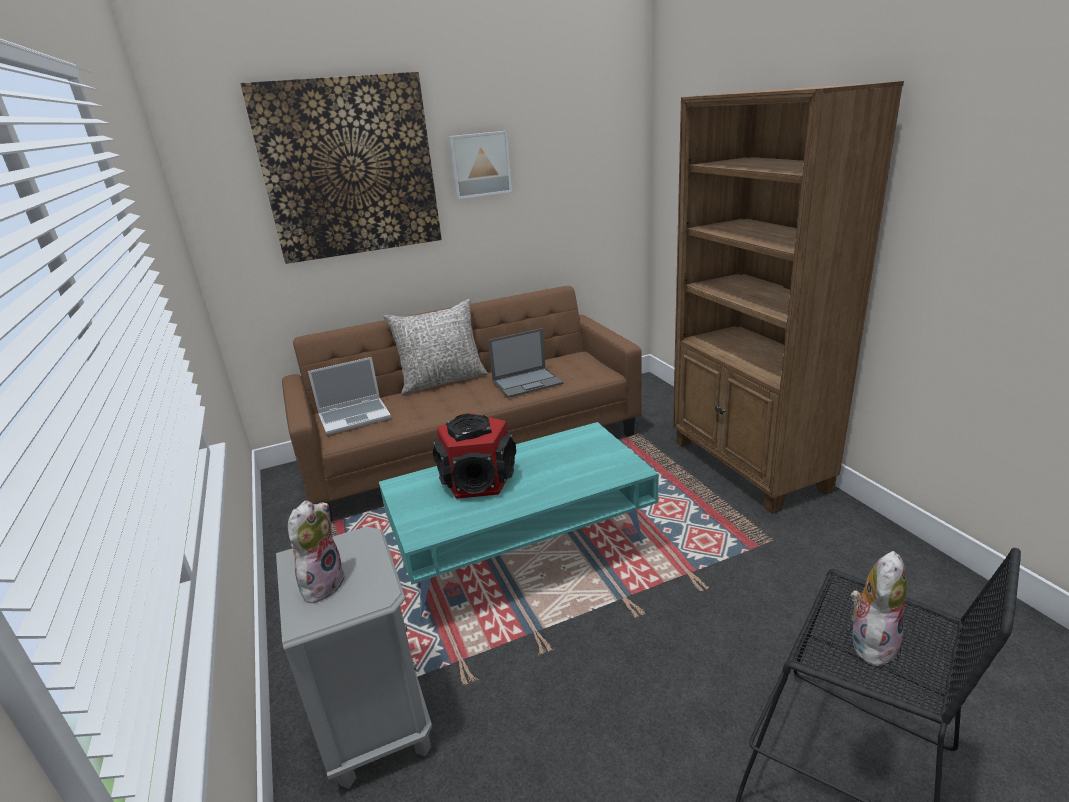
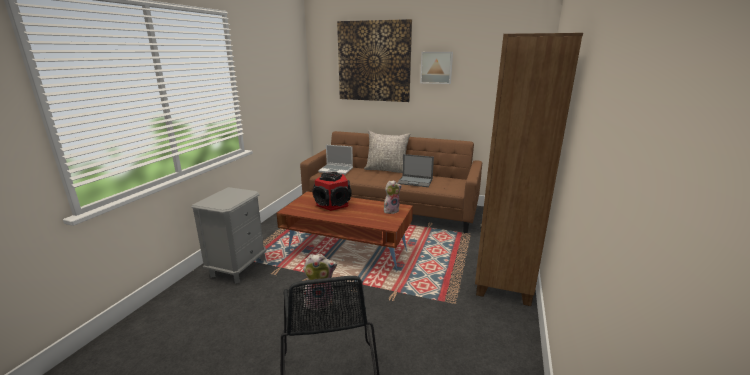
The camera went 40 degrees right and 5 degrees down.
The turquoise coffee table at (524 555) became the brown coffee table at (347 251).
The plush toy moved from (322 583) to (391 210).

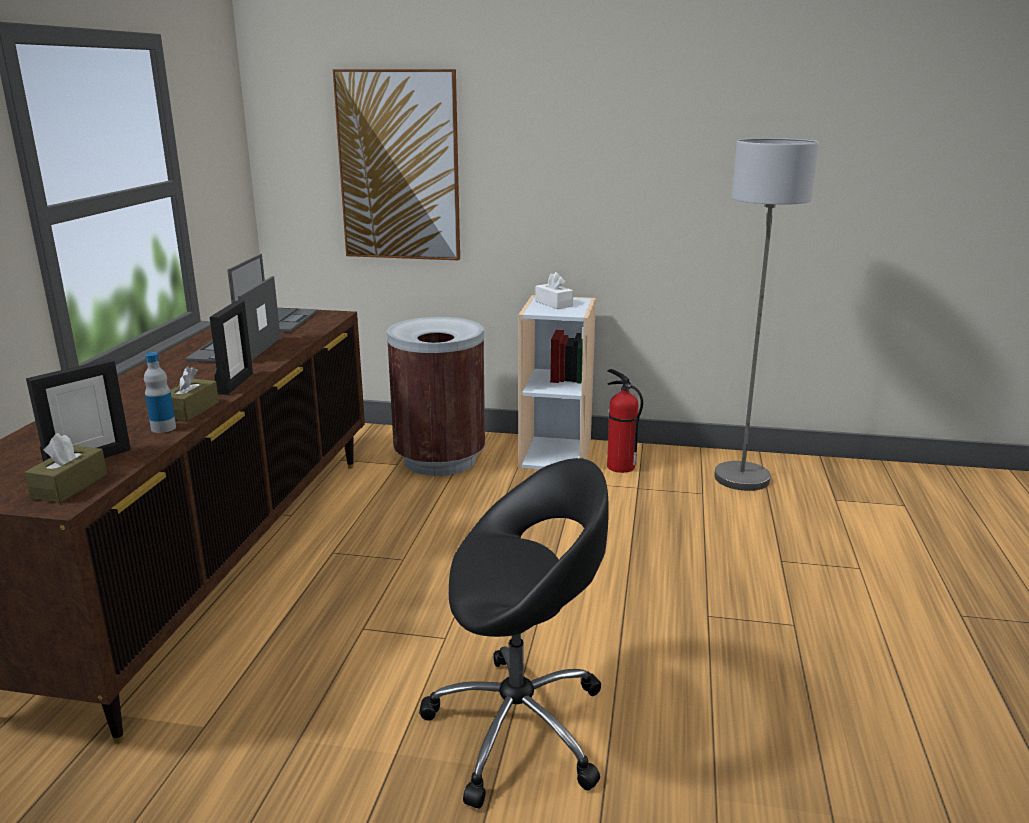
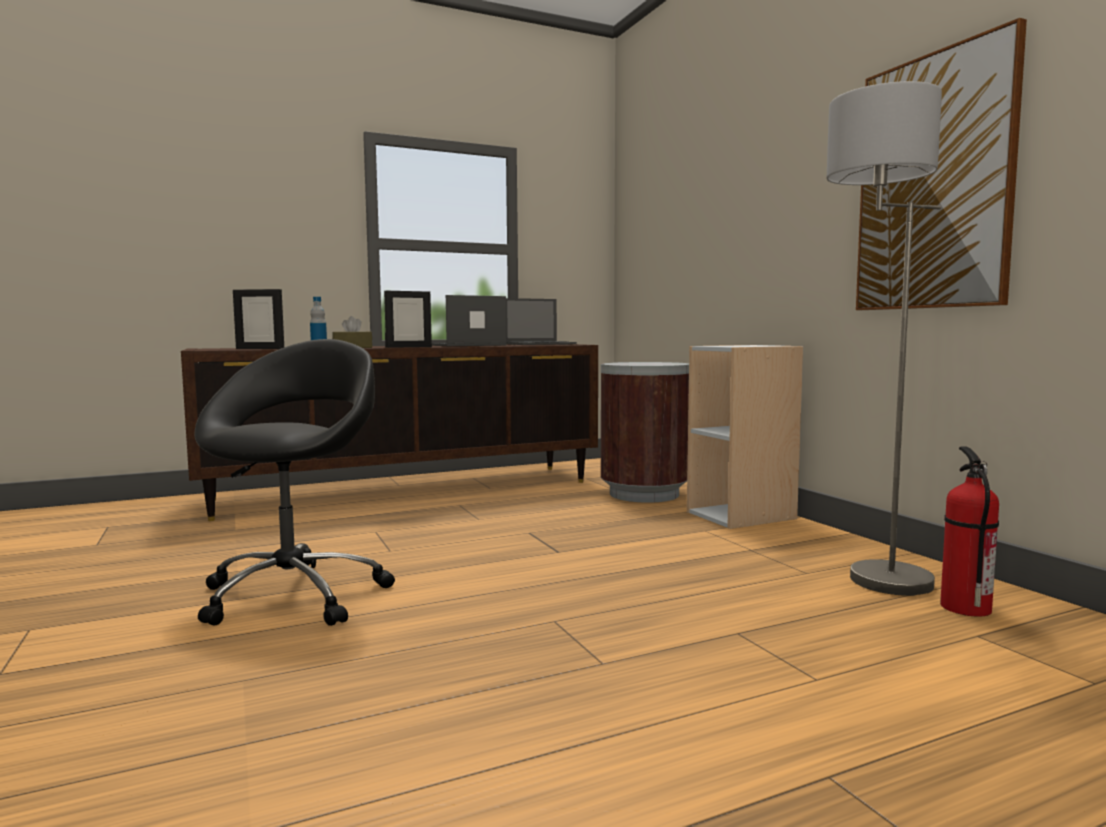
The camera went 55 degrees right and 15 degrees down.
The black office chair at (522 726) turned 120 degrees counterclockwise.
The picture moved from (399 166) to (934 183).
The fire extinguisher moved from (619 466) to (964 607).
The brown tissue box at (70 486) disappeared.
The white tissue box at (553 303) disappeared.

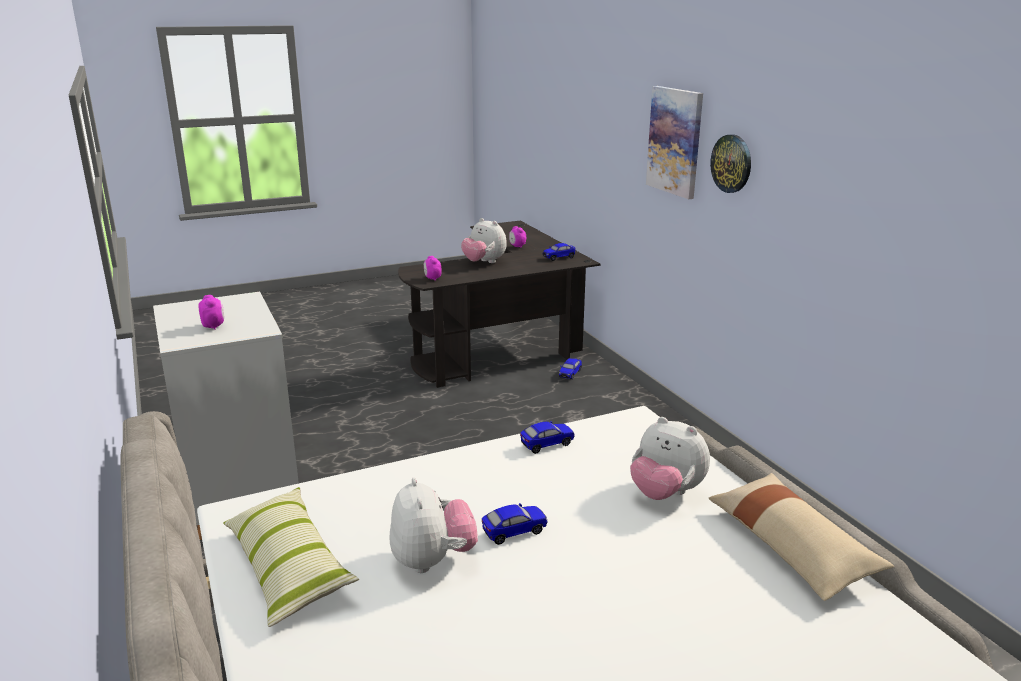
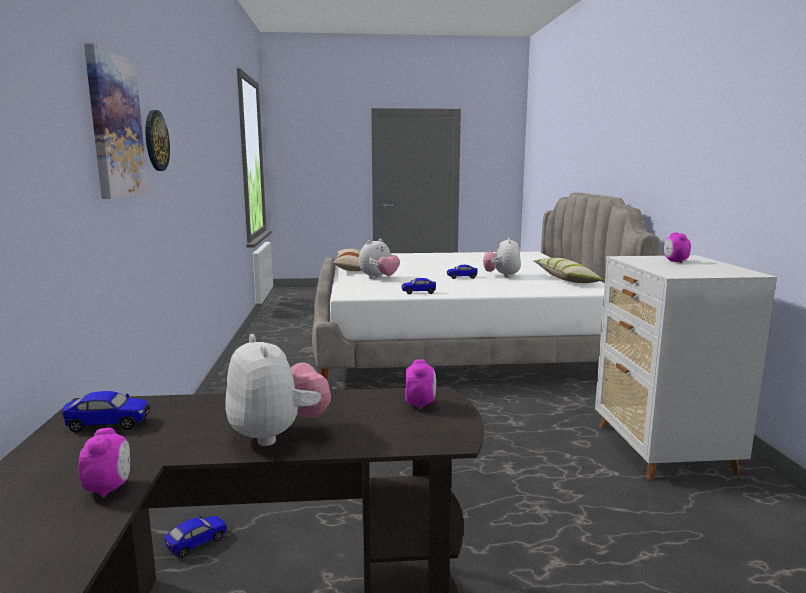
The camera went 160 degrees left and 10 degrees down.
The plush toy at (665 493) turned 75 degrees clockwise.

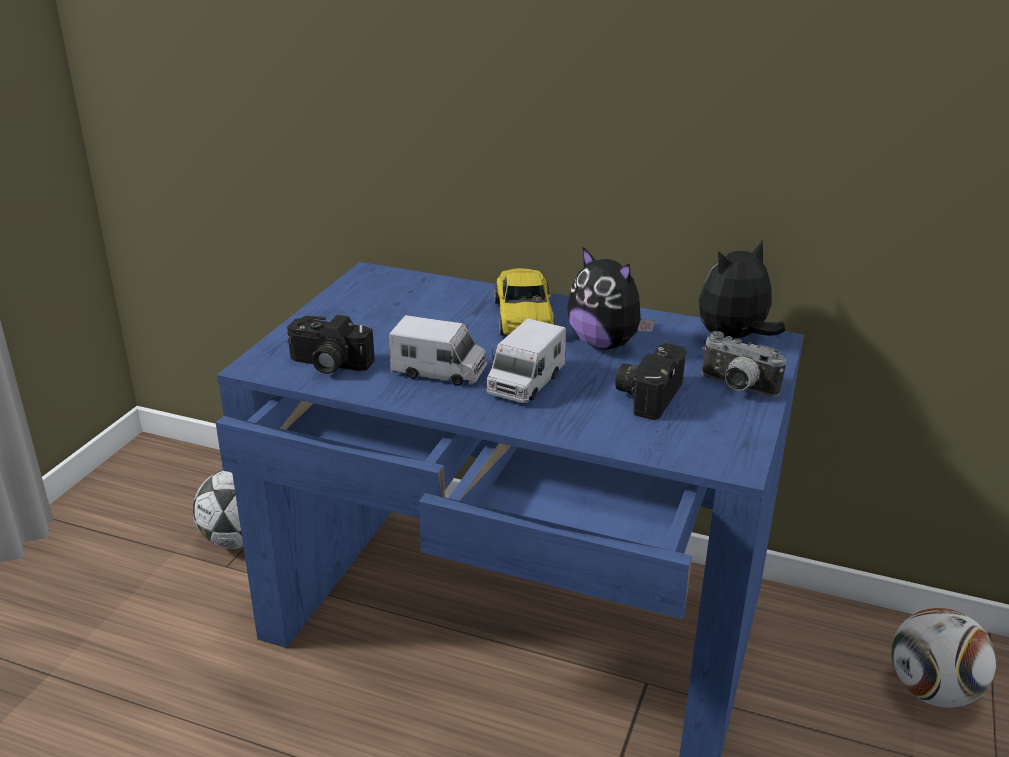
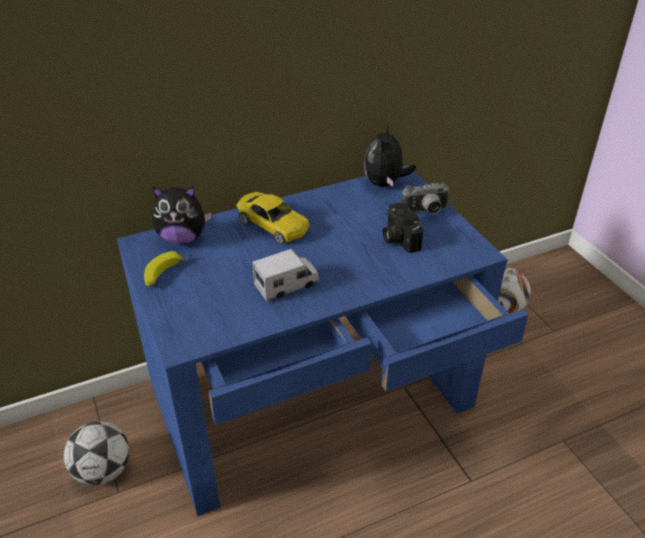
The camera went 45 degrees left and 10 degrees up.
The banana at (162 275) appeared.
The plush toy moved from (605 344) to (182 238).
The photo camera at (327 364) disappeared.
The toy truck at (525 382) disappeared.

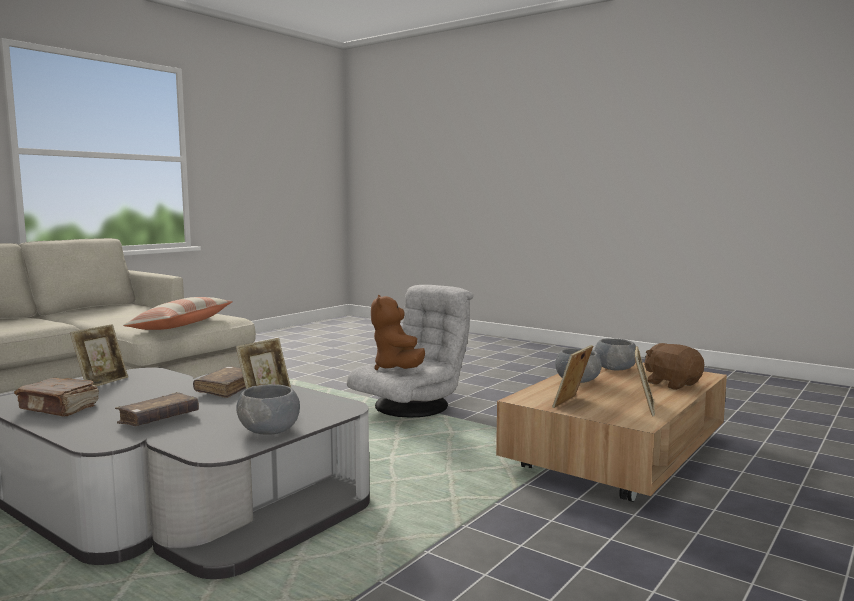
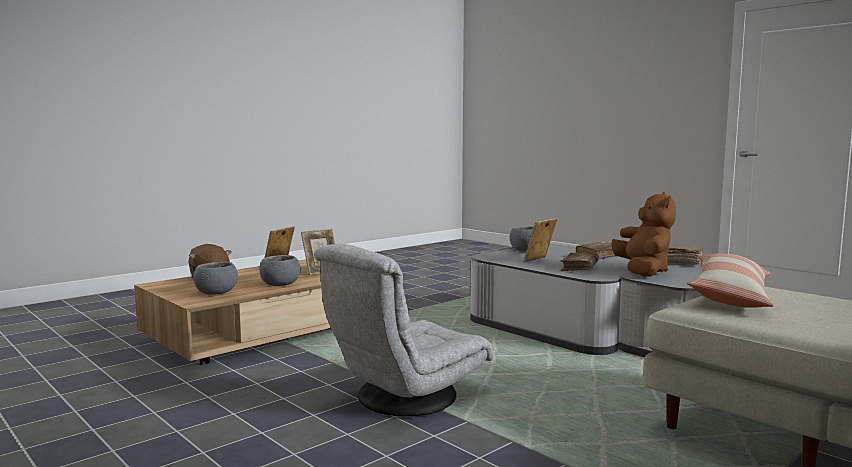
The camera went 170 degrees left and 0 degrees up.
The brown plush toy moved from (397 369) to (643 271).
The picture frame at (102 382) disappeared.

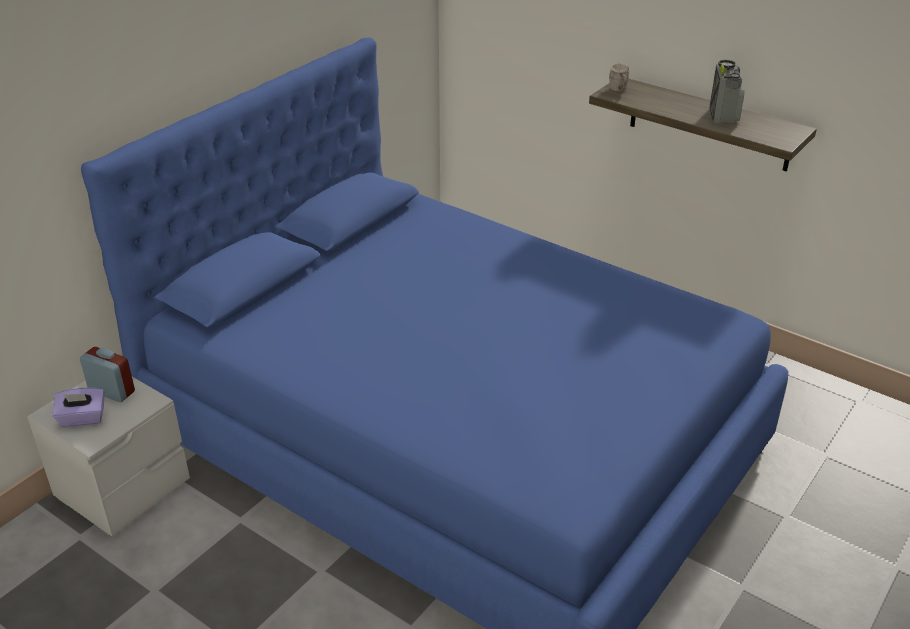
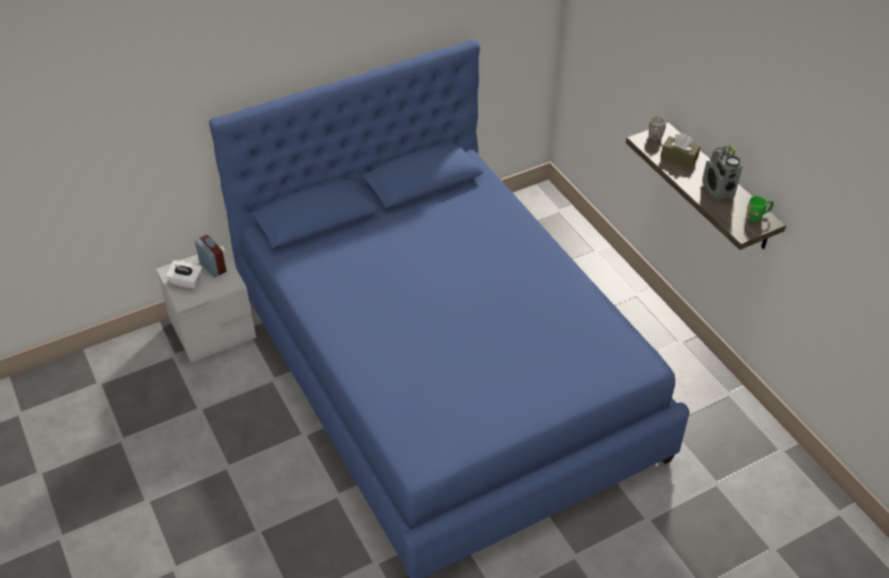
The camera went 25 degrees right and 10 degrees up.
The purple tissue box at (82 419) became the white tissue box at (186 282).
The brown tissue box at (679 157) appeared.
The radio at (723 115) turned 135 degrees clockwise.
The green mug at (757 216) appeared.

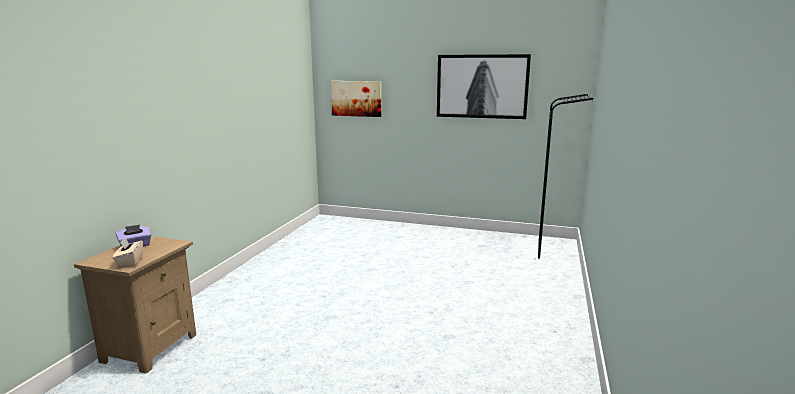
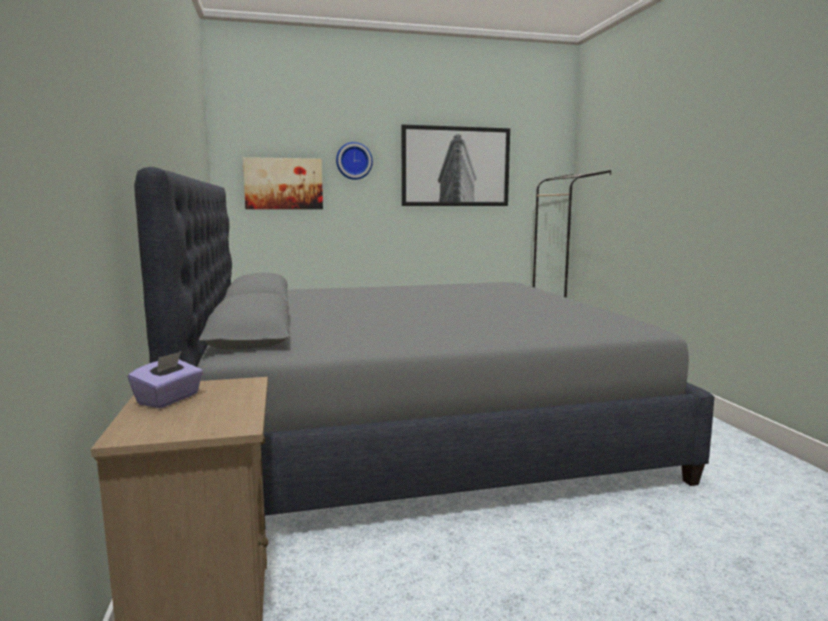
The camera went 30 degrees left and 5 degrees down.
The grey bed at (410 427) appeared.
The wall clock at (354 161) appeared.
The beige tissue box at (130 262) disappeared.

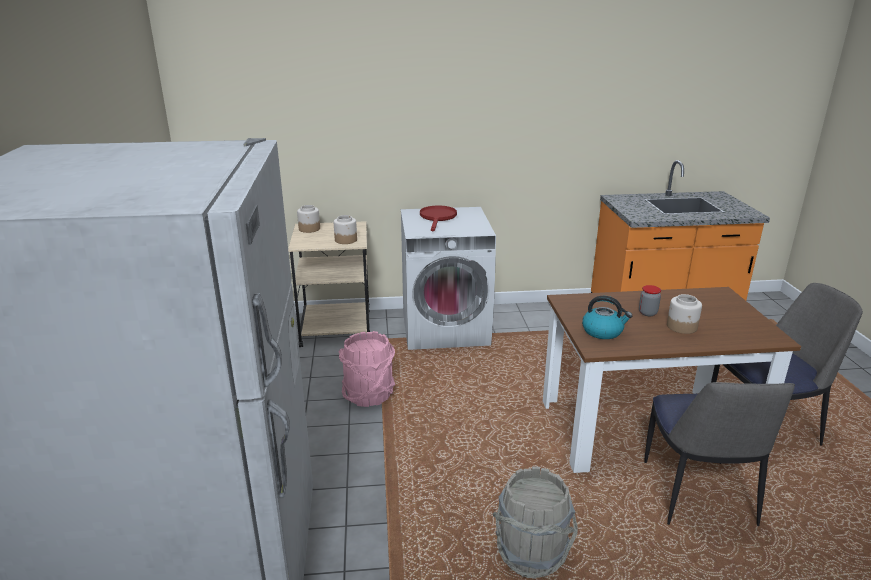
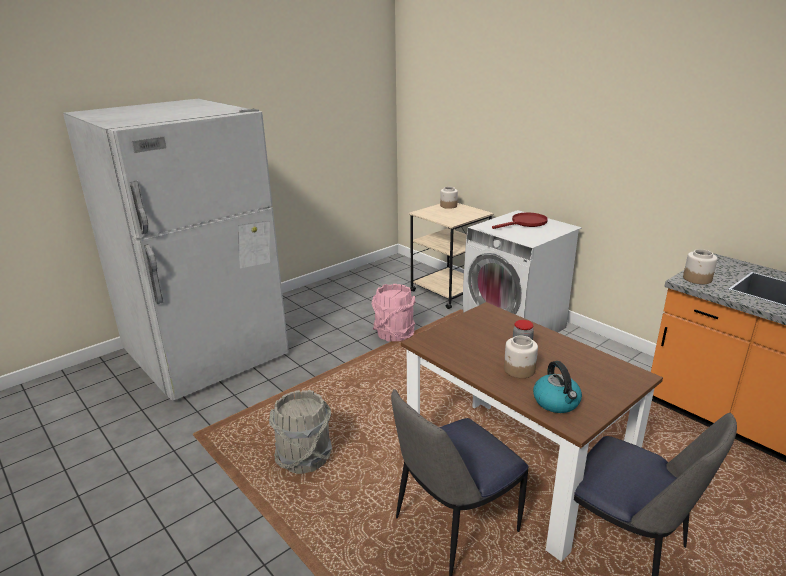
The camera went 55 degrees right and 0 degrees up.
The kettle moved from (603 331) to (557 402).
The jar moved from (346 240) to (697 279).

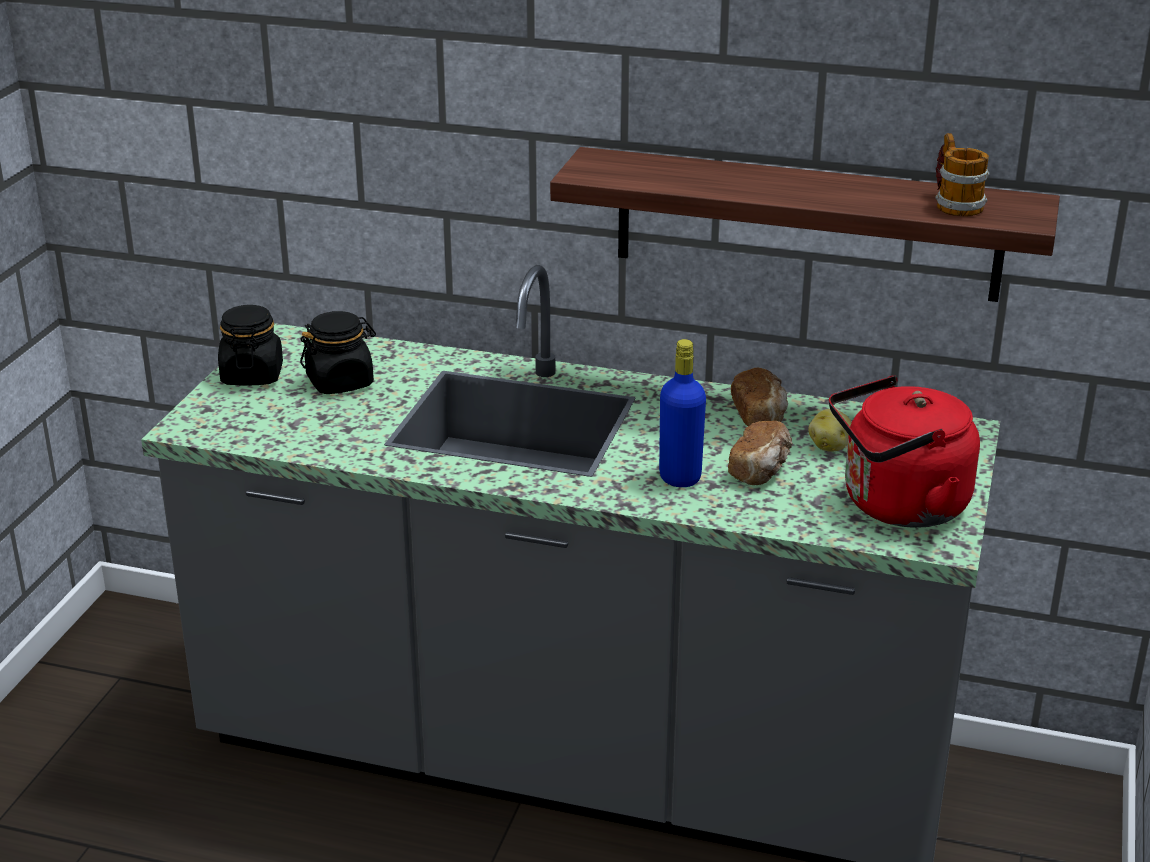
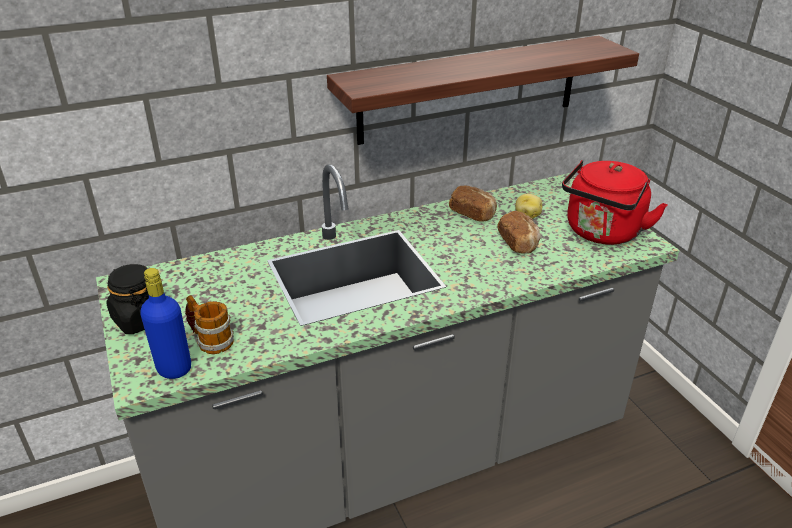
The camera went 40 degrees left and 5 degrees up.
The blue bottle moved from (680 477) to (174 368).
The mug moved from (954 204) to (210 340).
The black jar at (340 382) disappeared.

